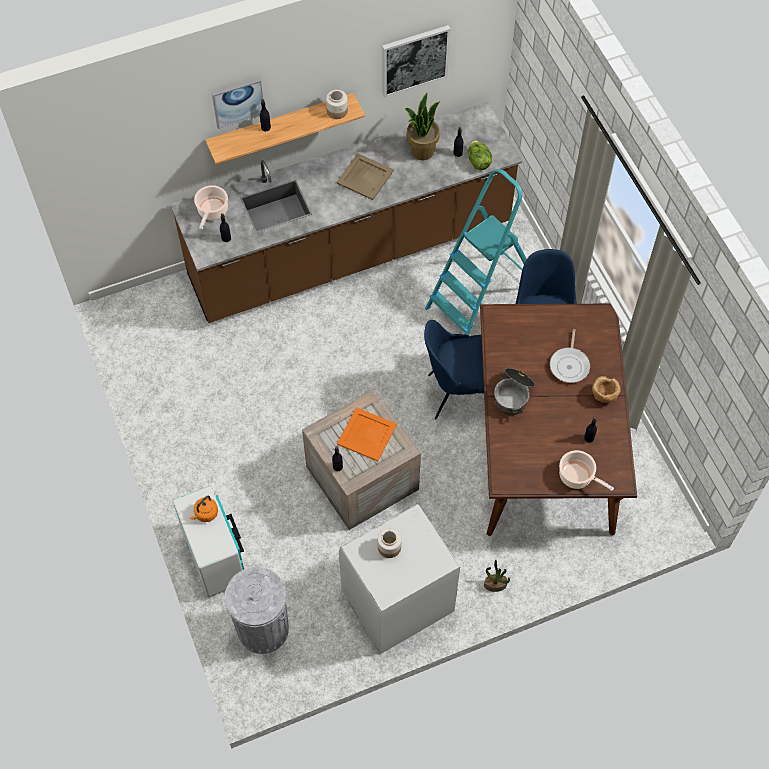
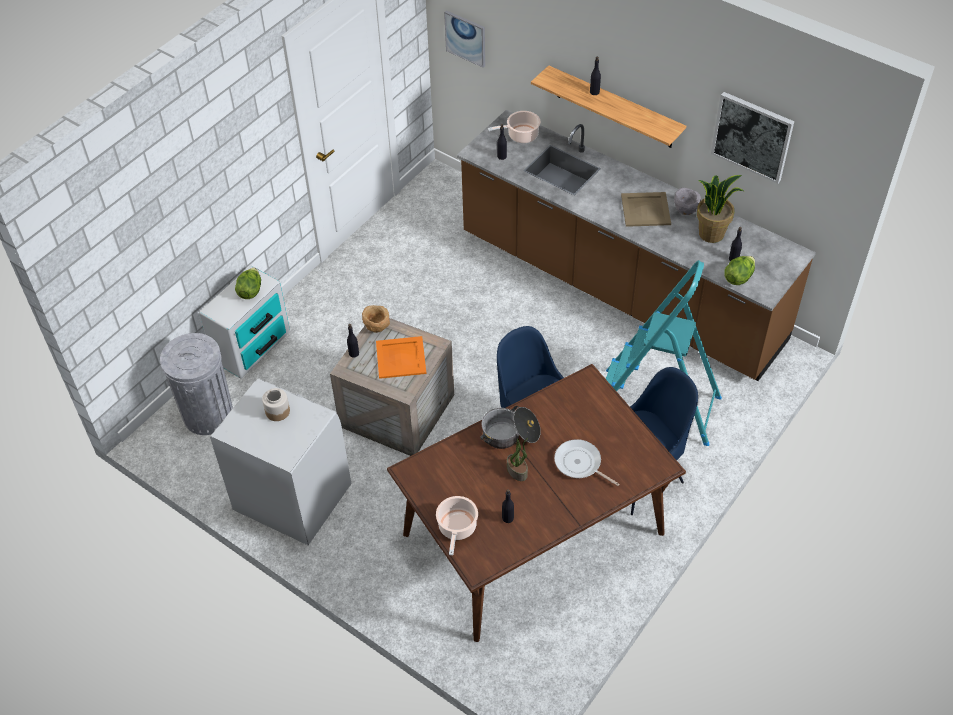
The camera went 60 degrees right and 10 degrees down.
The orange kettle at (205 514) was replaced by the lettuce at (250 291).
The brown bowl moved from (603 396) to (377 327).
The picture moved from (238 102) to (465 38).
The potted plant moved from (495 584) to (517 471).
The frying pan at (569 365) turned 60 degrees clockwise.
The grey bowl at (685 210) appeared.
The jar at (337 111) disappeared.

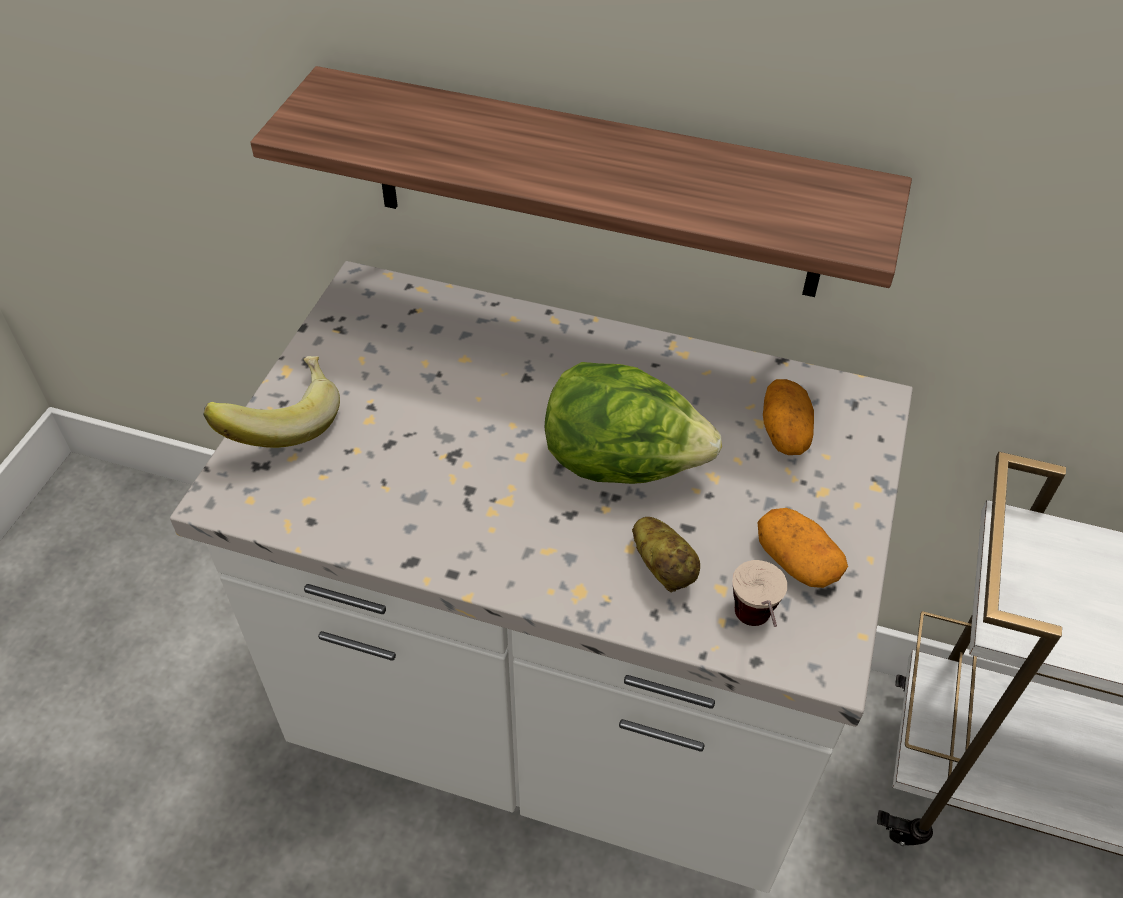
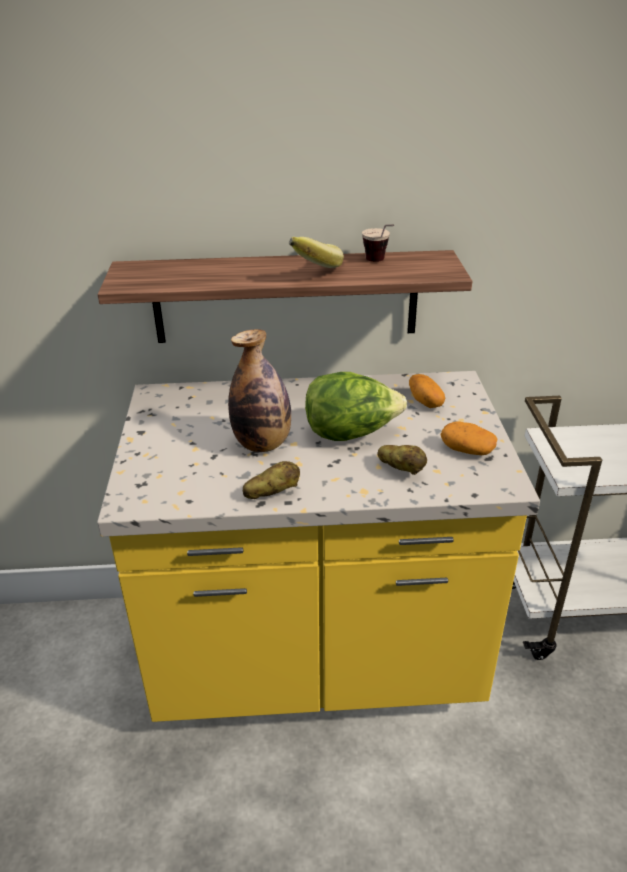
The camera went 20 degrees left and 15 degrees down.
The white counter at (557 722) became the yellow counter at (316 662).
The bottle at (262 444) appeared.
The potato at (272 493) appeared.
The banana moved from (282 422) to (310 269).
The cup moved from (754 630) to (379 263).

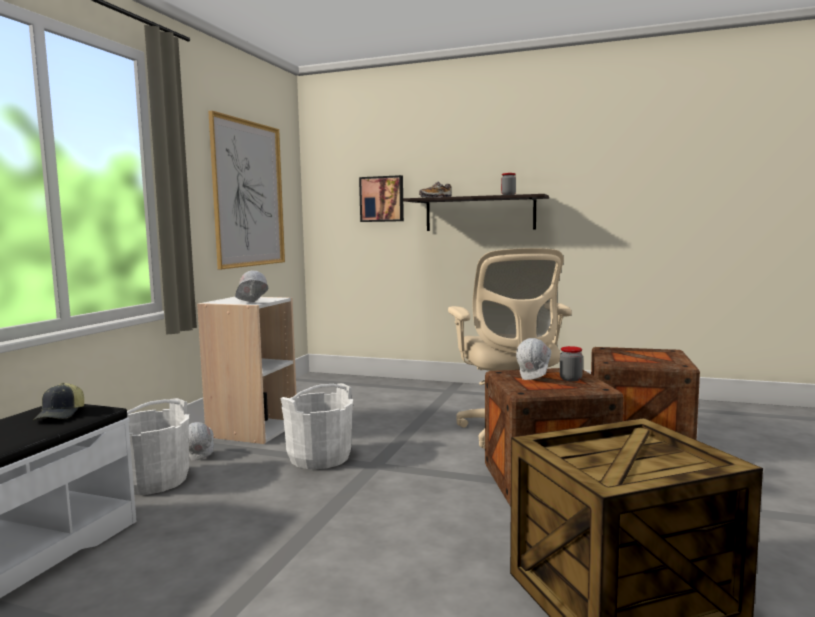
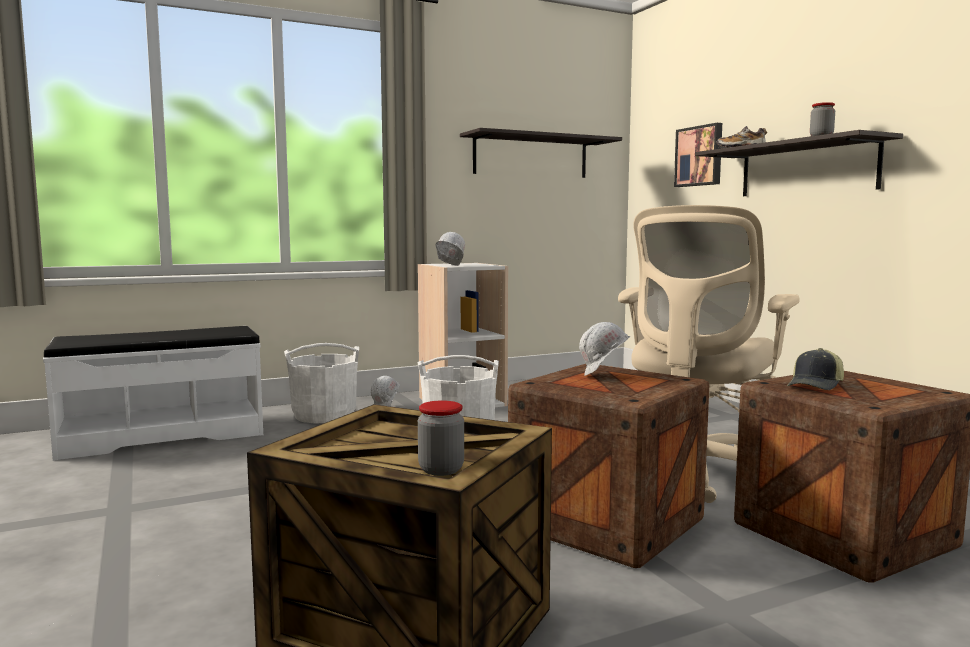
The camera went 45 degrees right and 0 degrees up.
The jar moved from (570 379) to (441 469).
The picture at (248 194) was replaced by the shelf at (531 156).
The cap moved from (61 414) to (816 386).

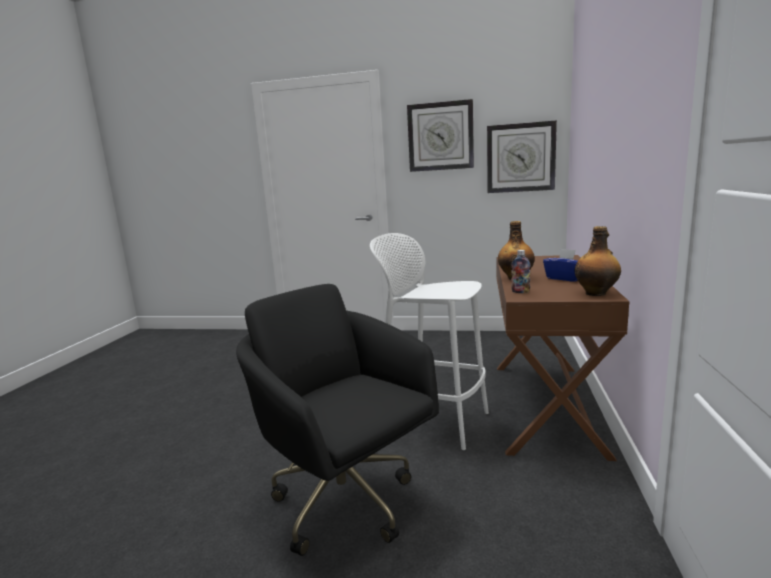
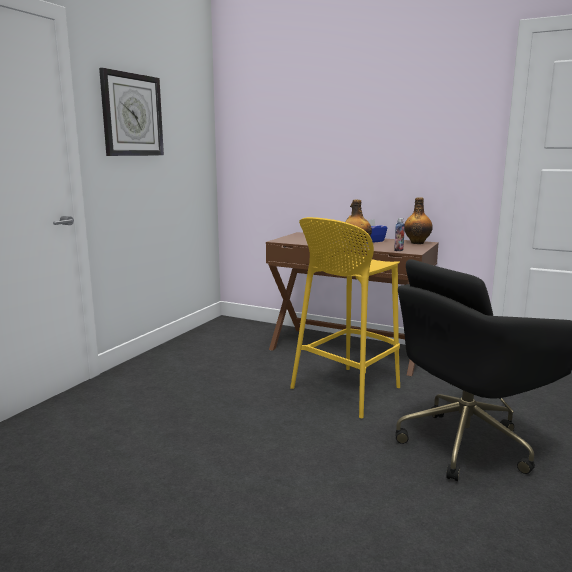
The camera went 75 degrees left and 0 degrees up.
The white stool at (433 420) became the yellow stool at (347 390).
The wall clock at (520 157) disappeared.

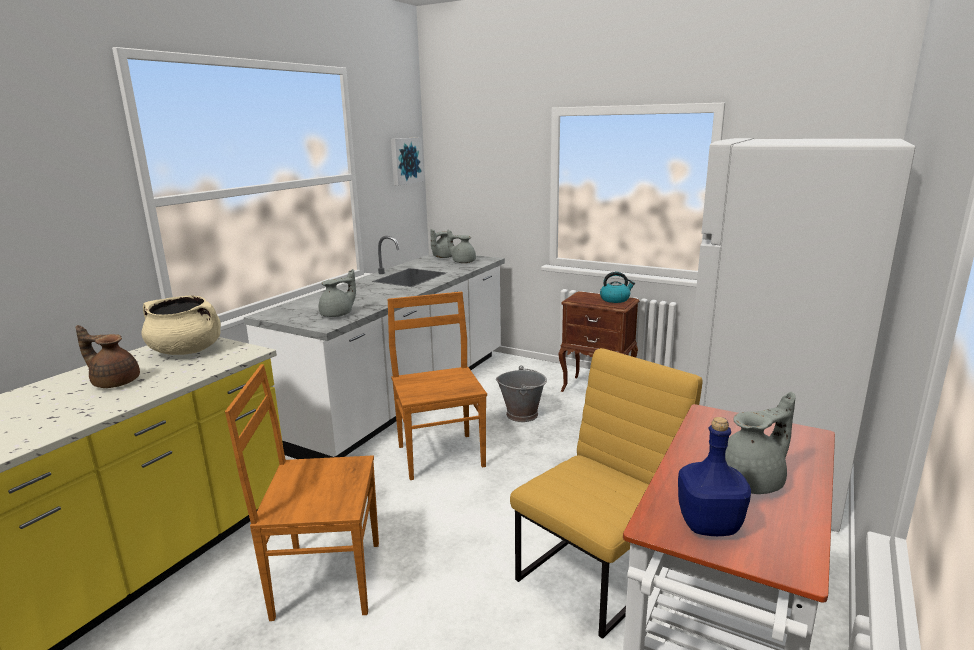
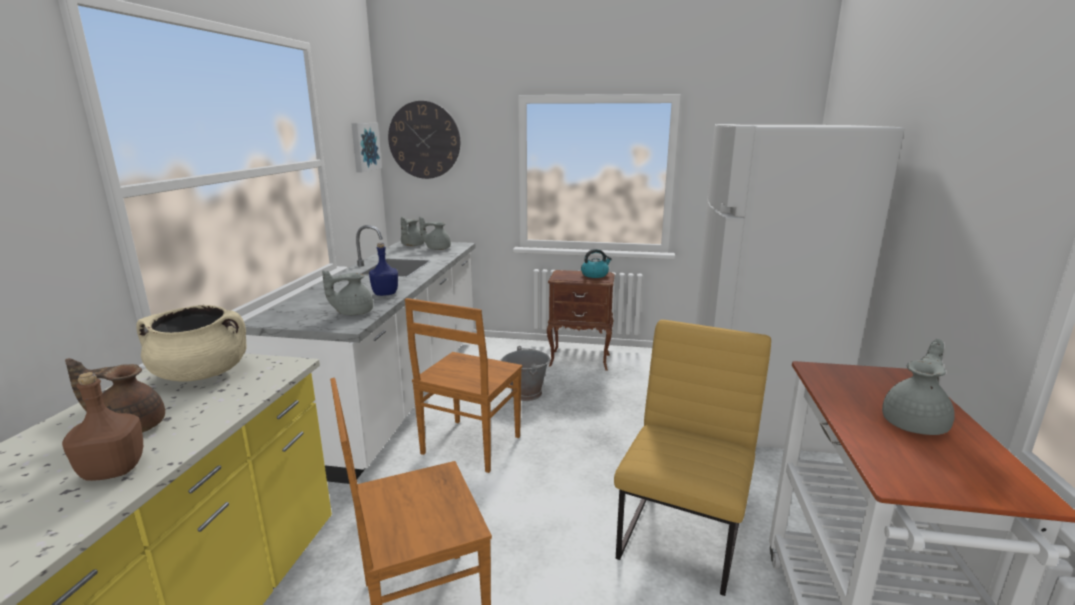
The camera went 20 degrees left and 0 degrees up.
The brown bottle at (112 470) appeared.
The grey teapot at (338 314) turned 150 degrees counterclockwise.
The blue bottle moved from (708 524) to (385 293).
The wall clock at (424 140) appeared.
The brown chair at (440 454) turned 120 degrees counterclockwise.

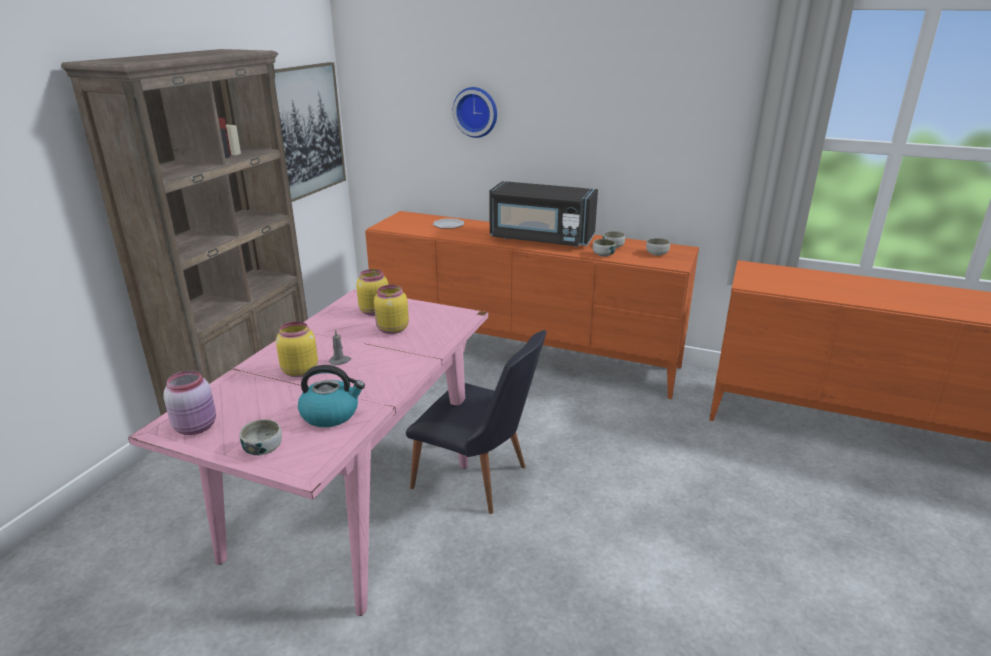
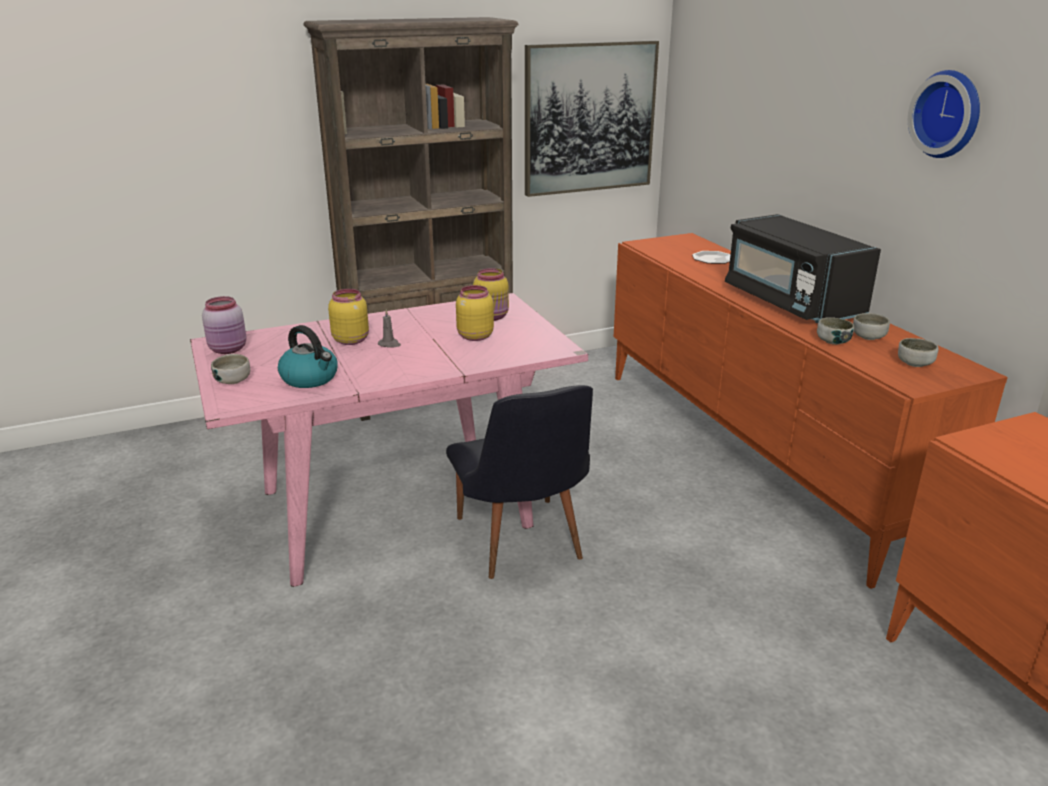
The camera went 45 degrees right and 0 degrees up.
The wall clock moved from (476 112) to (949 114).

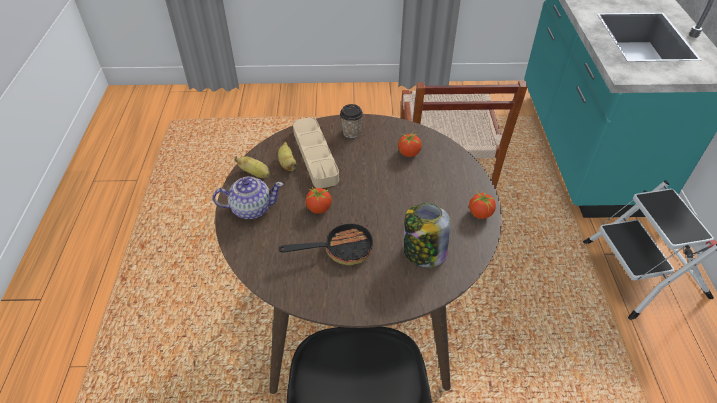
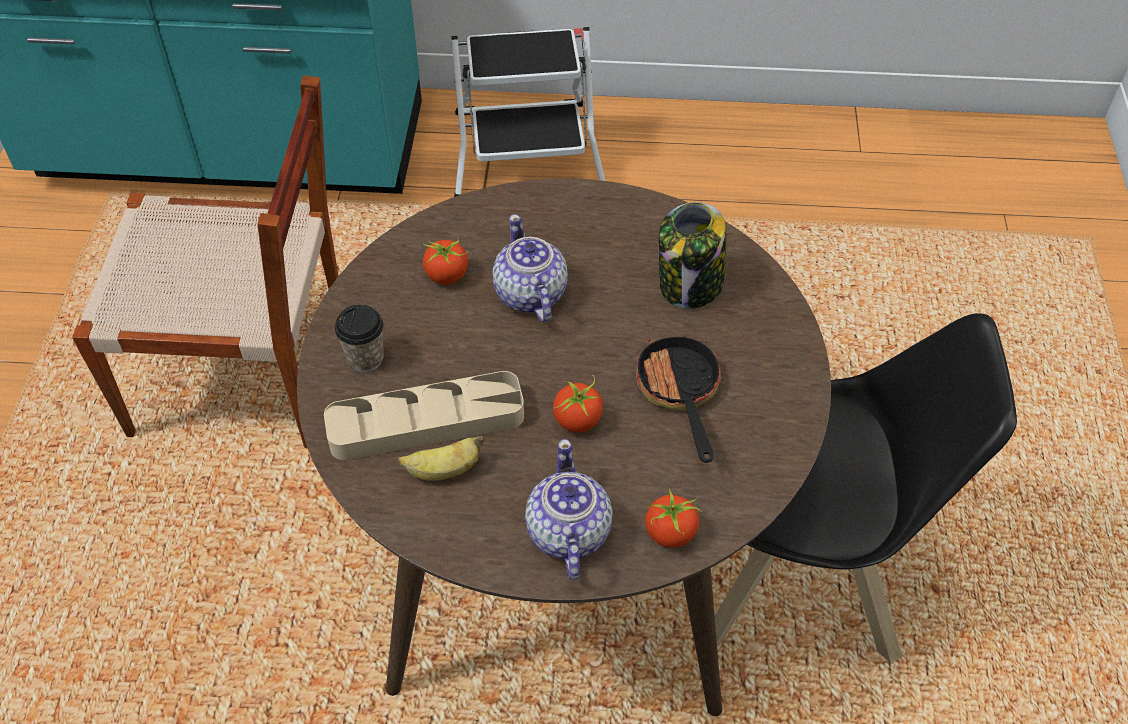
The camera went 85 degrees left and 5 degrees up.
The teapot at (530 295) appeared.
The tomato moved from (480 213) to (670 533).
The banana at (255 174) disappeared.

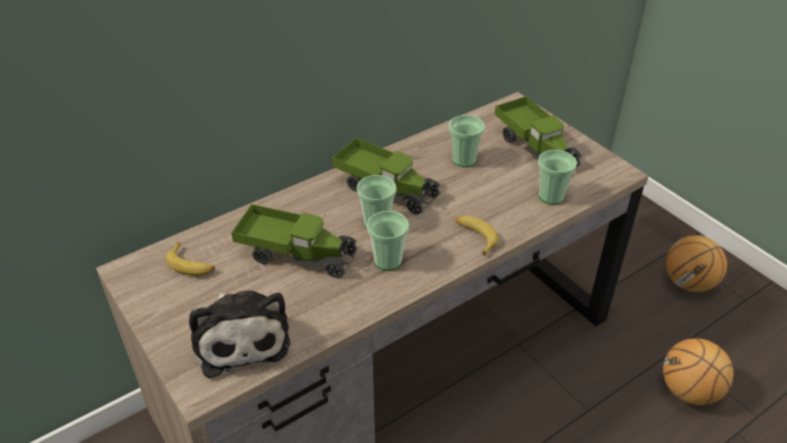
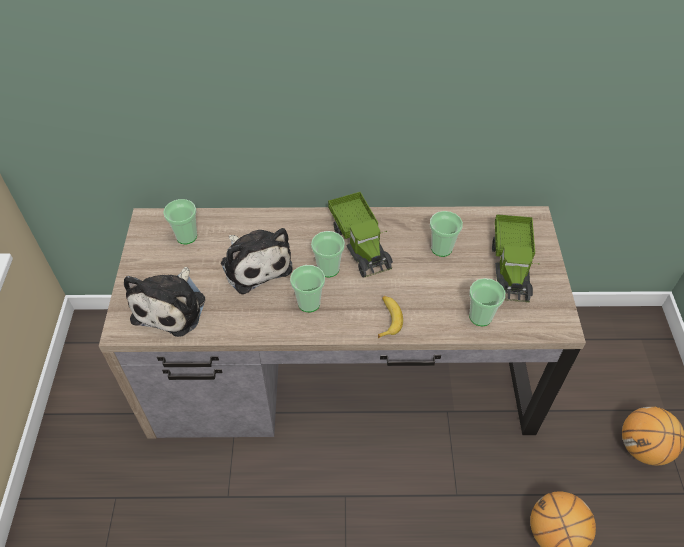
The camera went 35 degrees right and 10 degrees up.
The banana at (191 265) was replaced by the cup at (186 236).
The toy truck at (296 254) was replaced by the plush toy at (255 264).

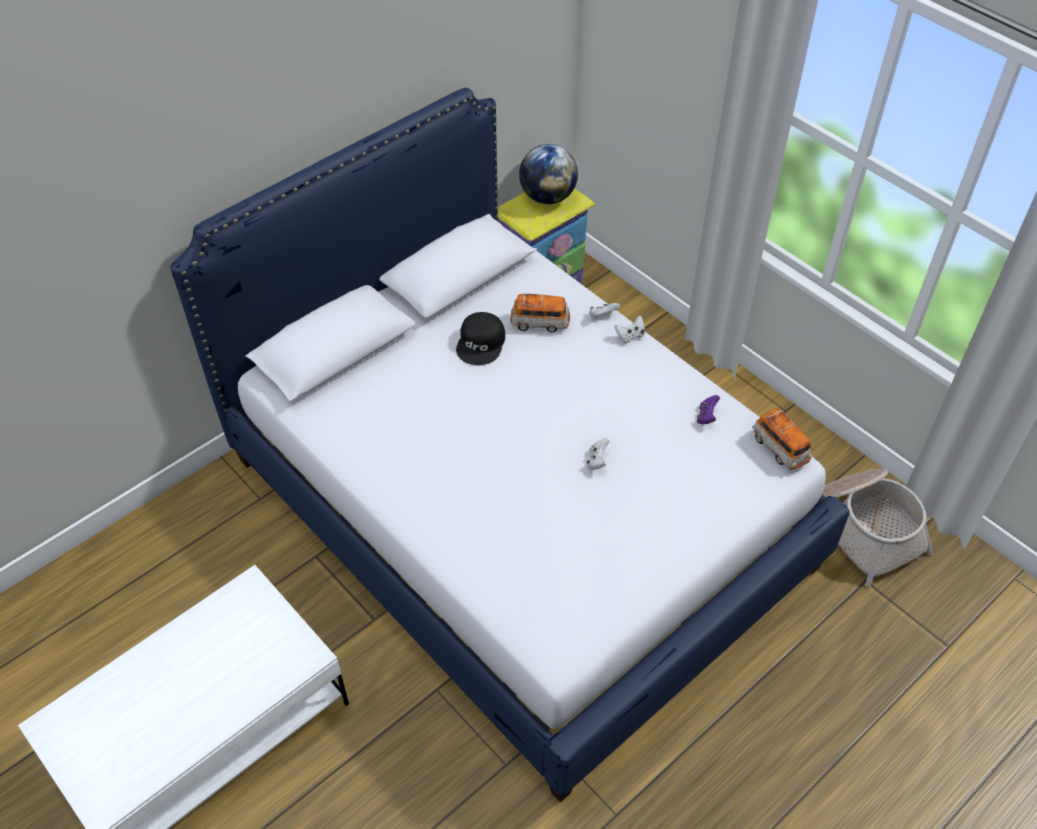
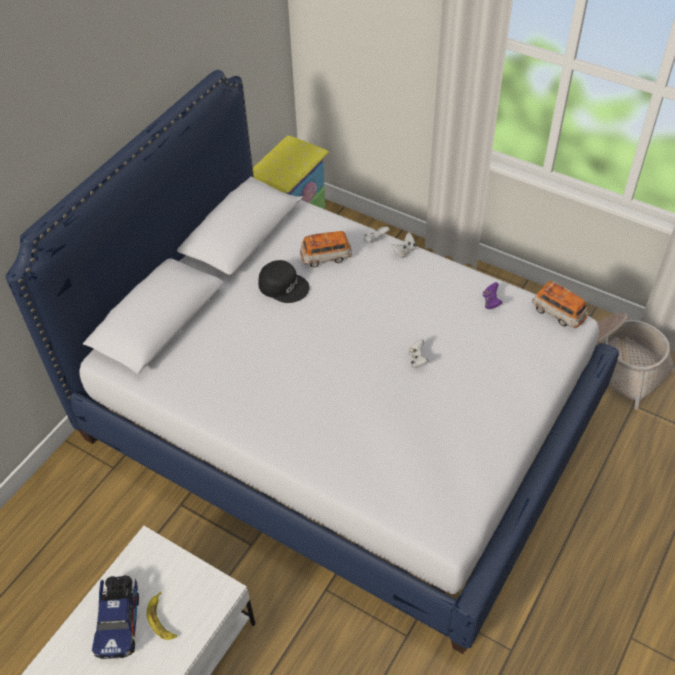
The camera went 15 degrees left and 0 degrees up.
The toy truck at (119 621) appeared.
The banana at (162 619) appeared.
The black cap at (481 343) turned 60 degrees counterclockwise.
The globe at (547 197) disappeared.

